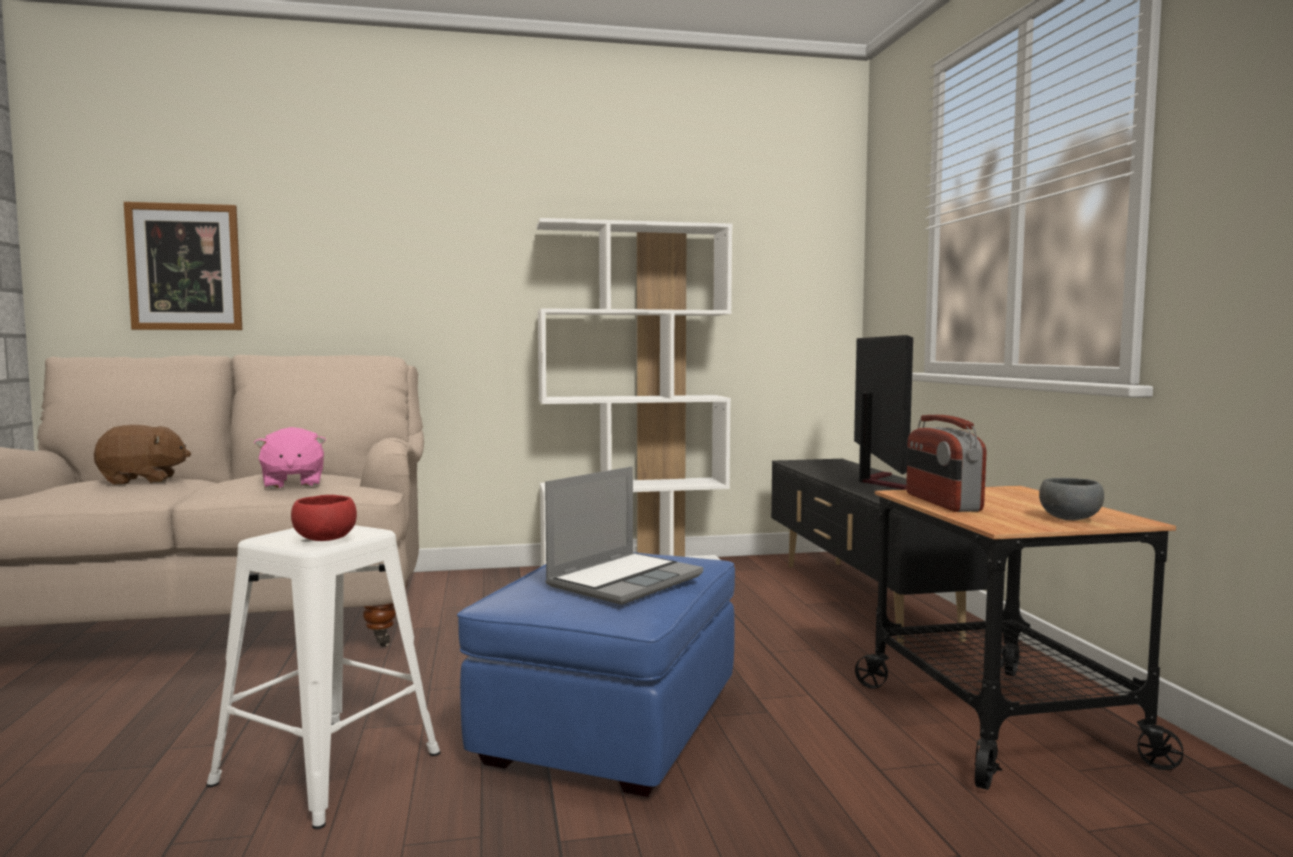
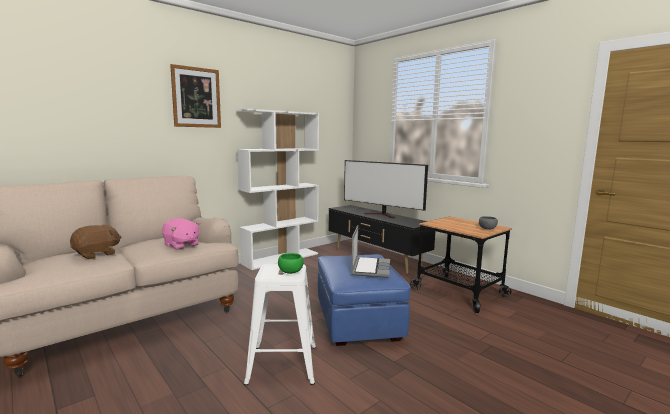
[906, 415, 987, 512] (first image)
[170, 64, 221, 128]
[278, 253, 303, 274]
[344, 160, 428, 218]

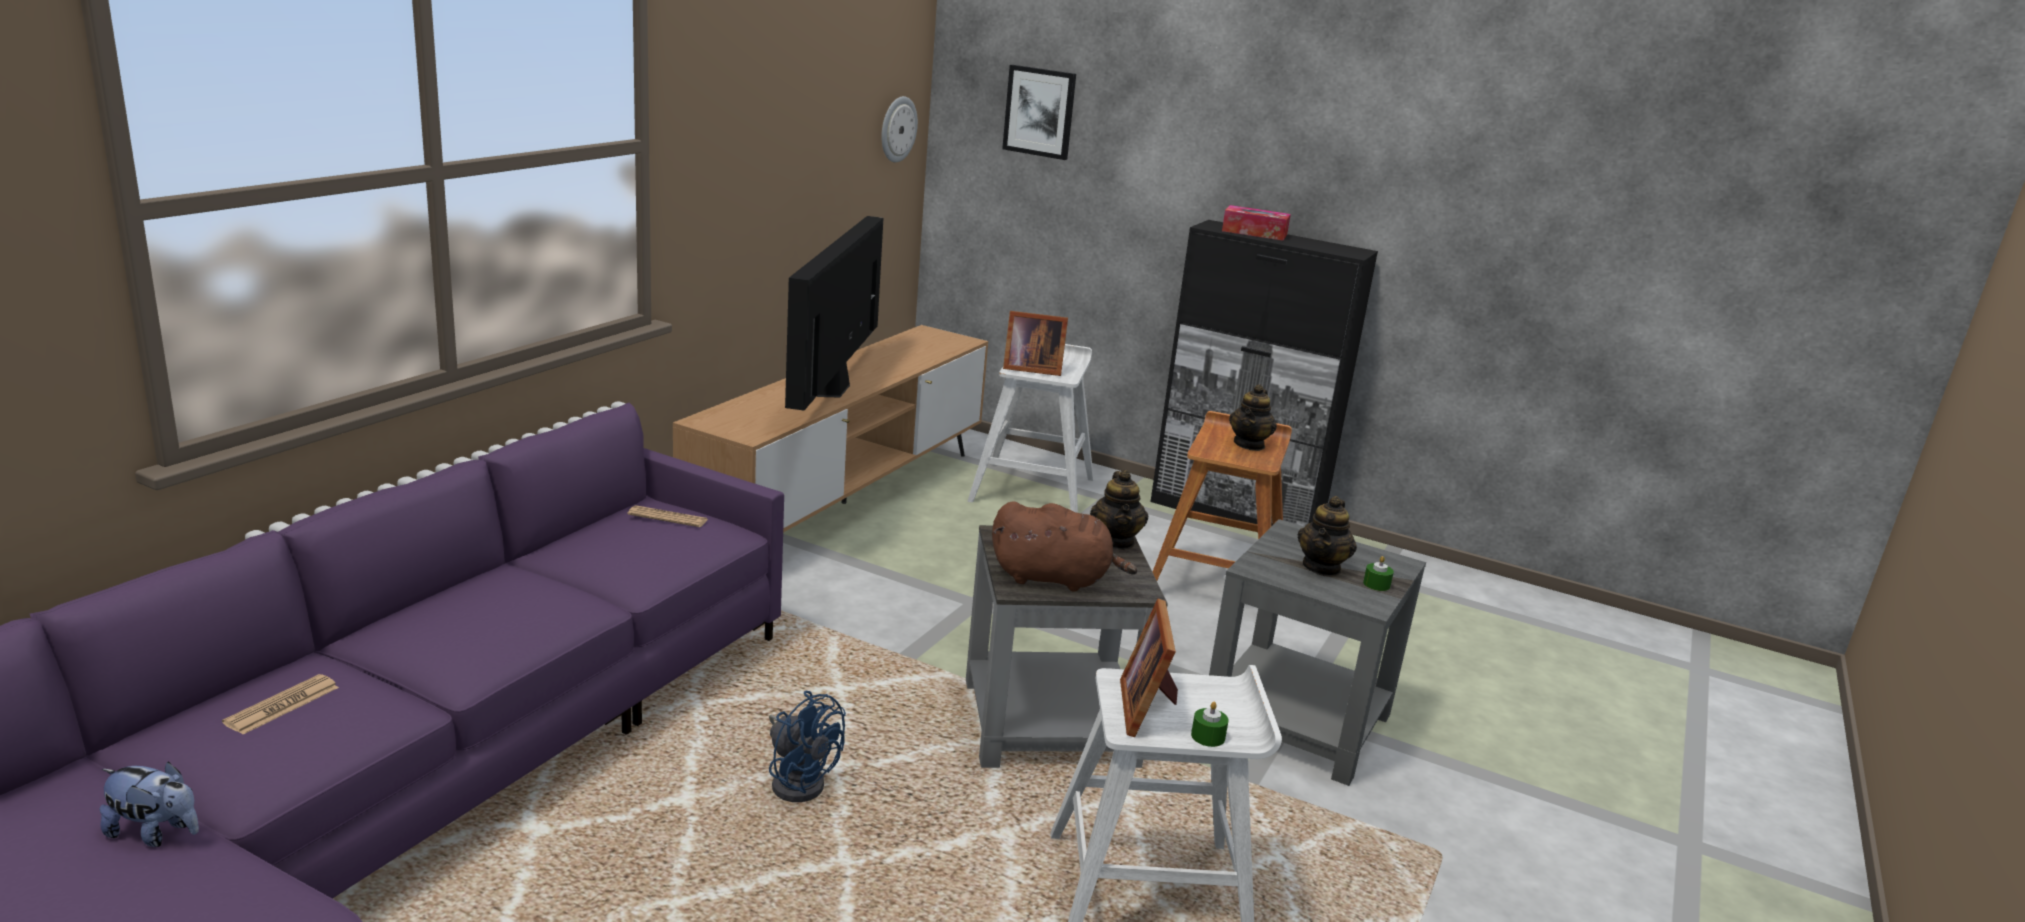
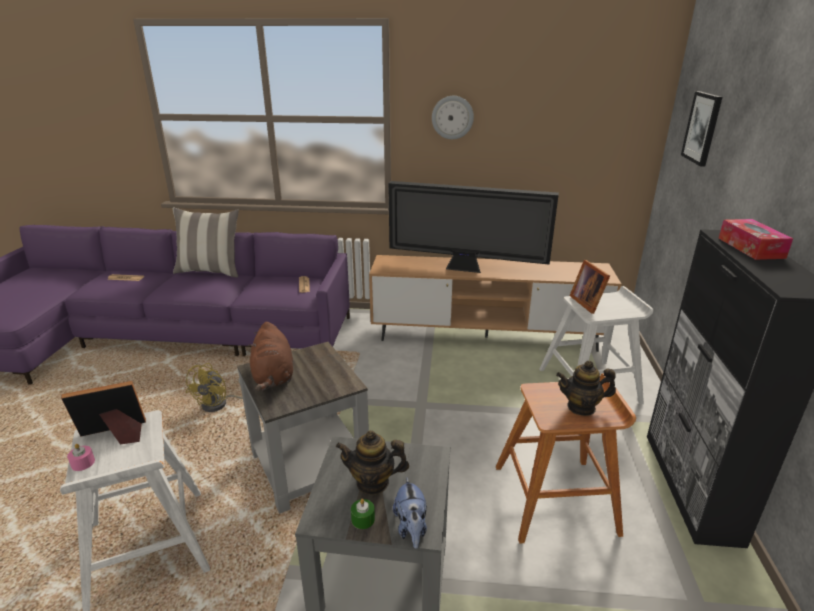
[1090, 470, 1148, 550] (first image)
[173, 208, 239, 278]
[393, 477, 427, 549]
[432, 96, 474, 139]
[186, 363, 243, 412]
[67, 444, 95, 471]
[388, 181, 559, 273]

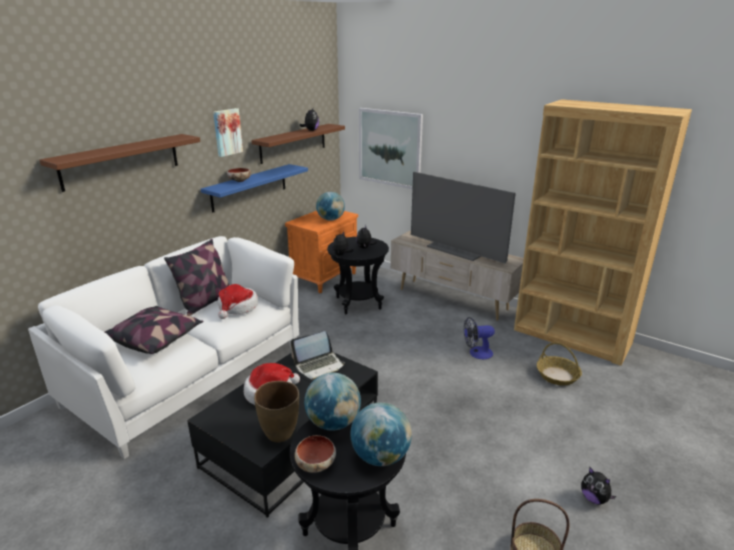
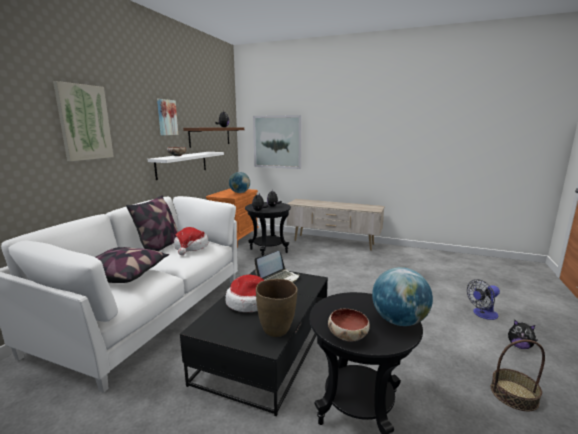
[304, 373, 361, 431] (first image)
[411, 172, 516, 264] (first image)
[514, 99, 692, 366] (first image)
[537, 342, 582, 386] (first image)
[467, 279, 500, 320]
[53, 81, 114, 162]
[148, 152, 224, 180]

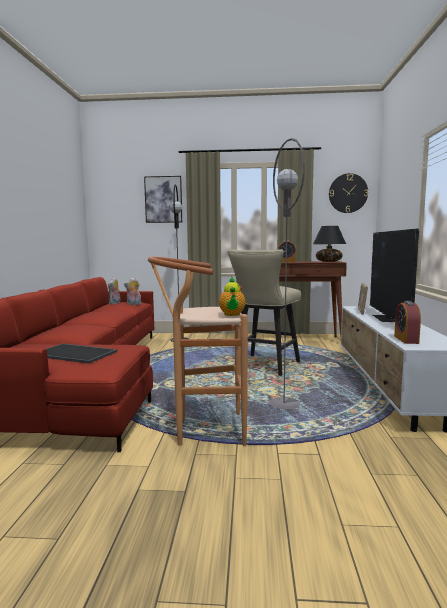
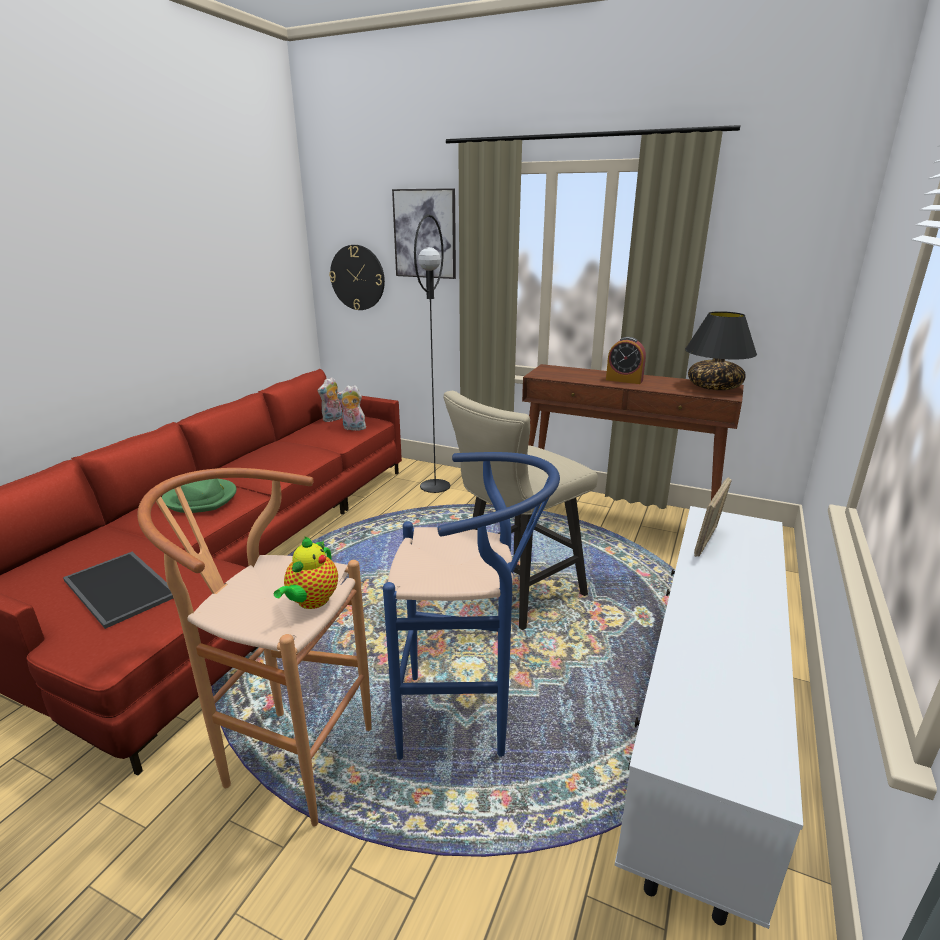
[370, 228, 419, 322] (first image)
[394, 301, 421, 344] (first image)
[162, 479, 237, 513]
[329, 245, 385, 310]
[383, 452, 560, 760]

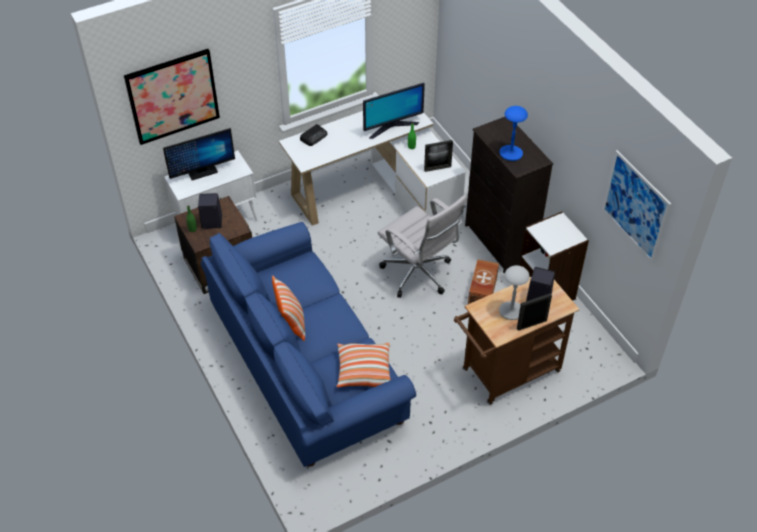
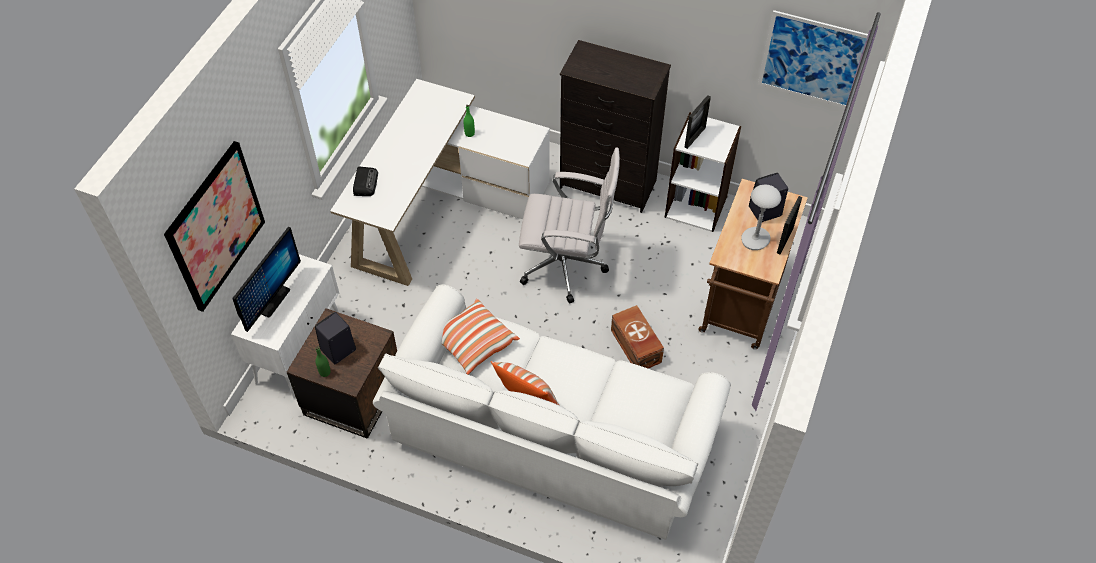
[363, 83, 425, 139] (first image)
[500, 106, 528, 161] (first image)
[442, 299, 520, 375]
[685, 95, 711, 149]
[611, 305, 664, 368]
[373, 284, 731, 540]

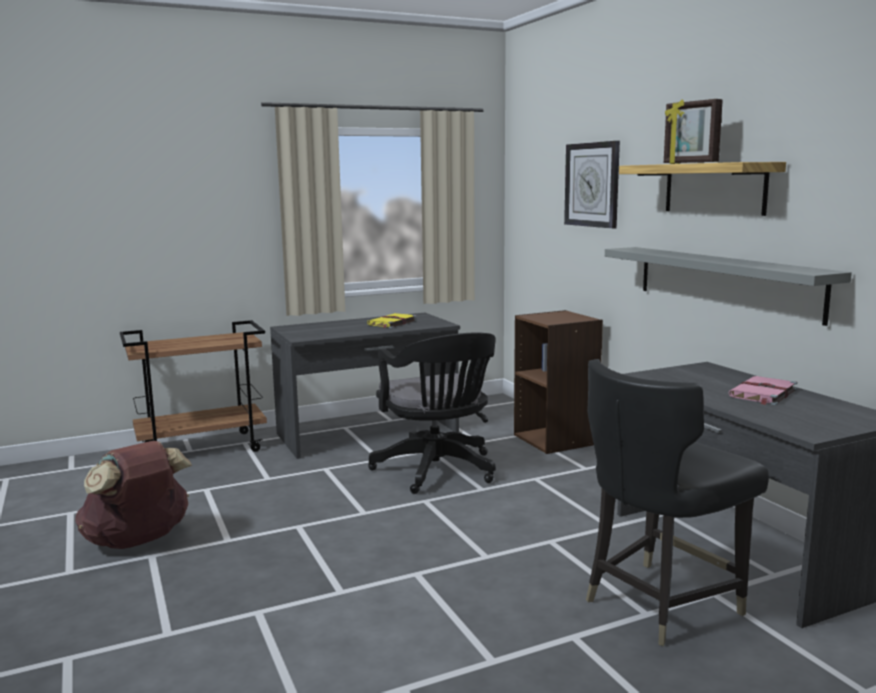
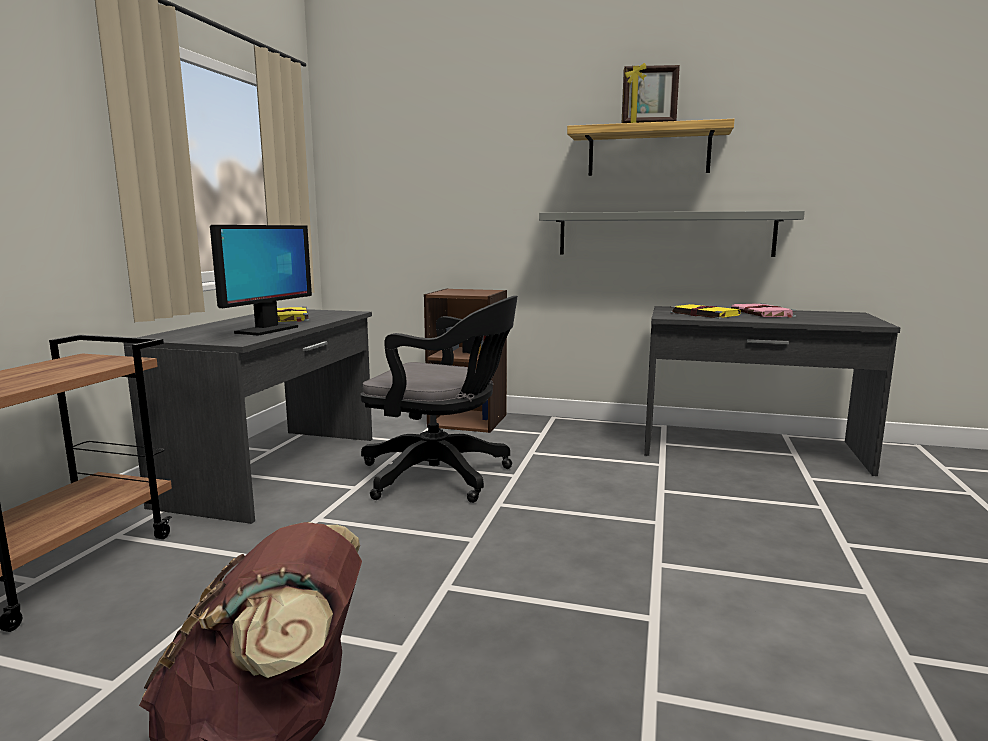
[564, 141, 620, 229] (first image)
[586, 359, 769, 646] (first image)
[210, 225, 312, 336]
[670, 304, 741, 319]

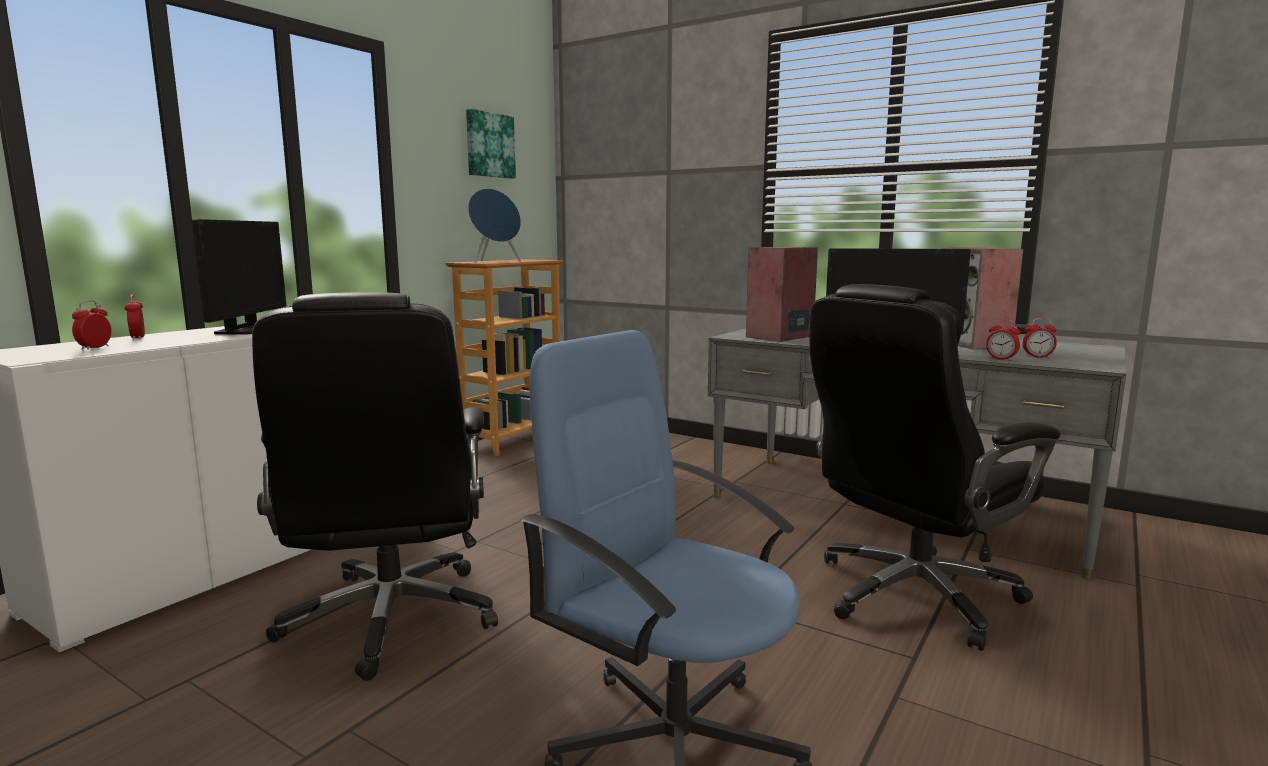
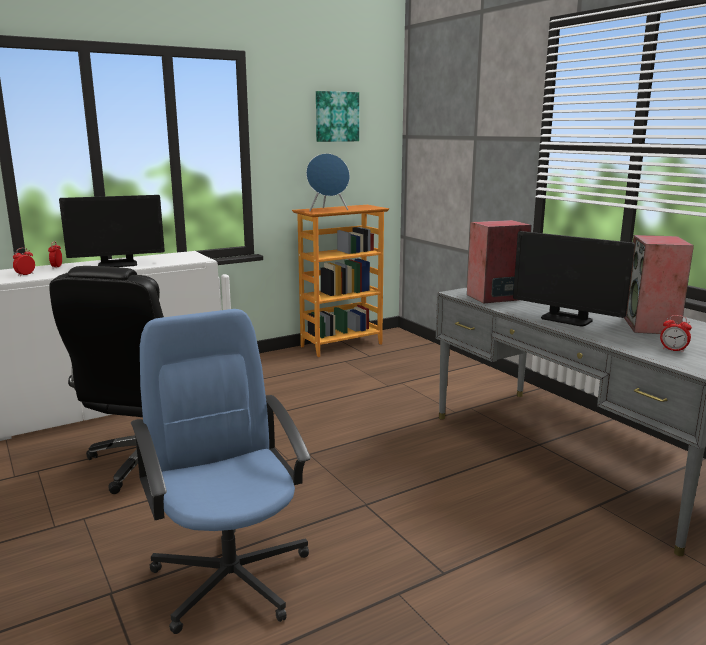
[809, 284, 1061, 651] (first image)
[986, 319, 1020, 361] (first image)
[59, 195, 165, 267]

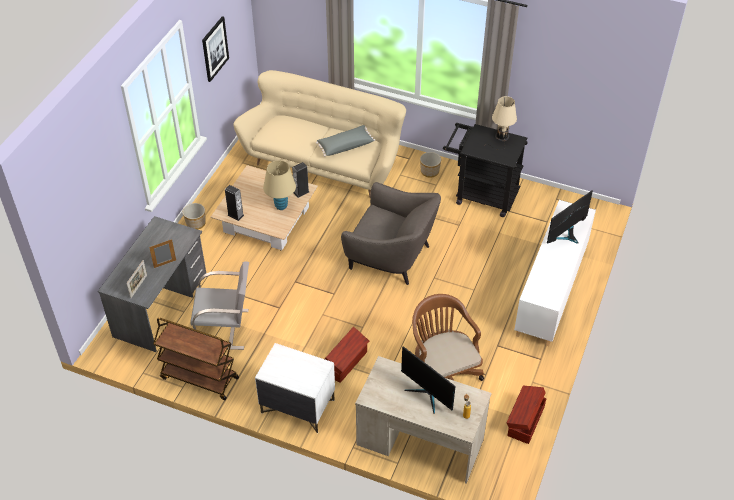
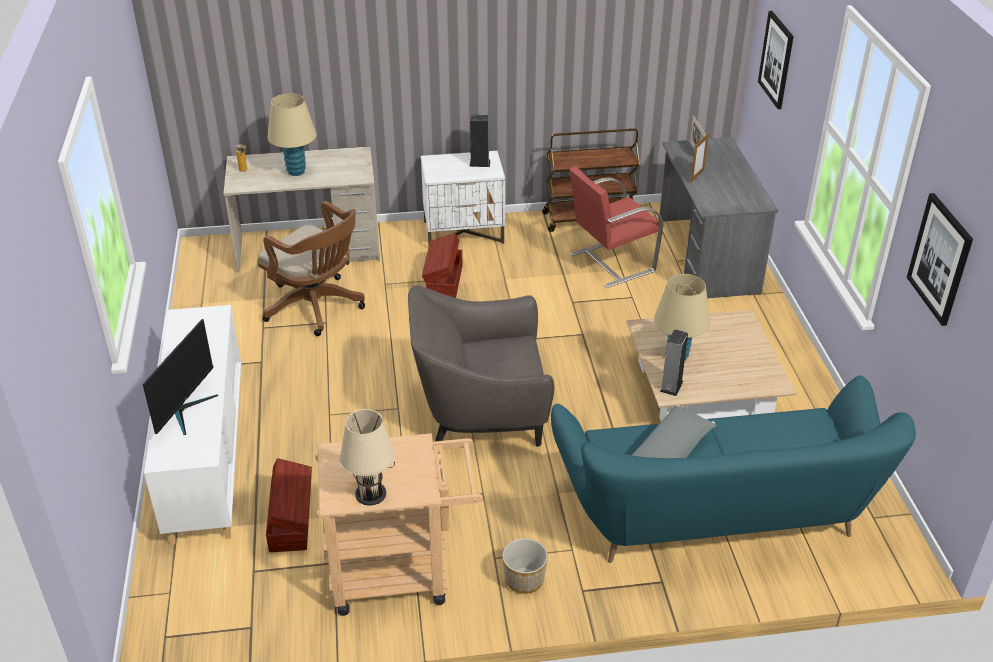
[183, 203, 206, 229] (first image)
[758, 11, 794, 109]
[469, 115, 491, 167]
[266, 458, 312, 552]
[268, 93, 316, 176]
[569, 166, 663, 288]
[551, 375, 916, 563]
[315, 433, 482, 616]

